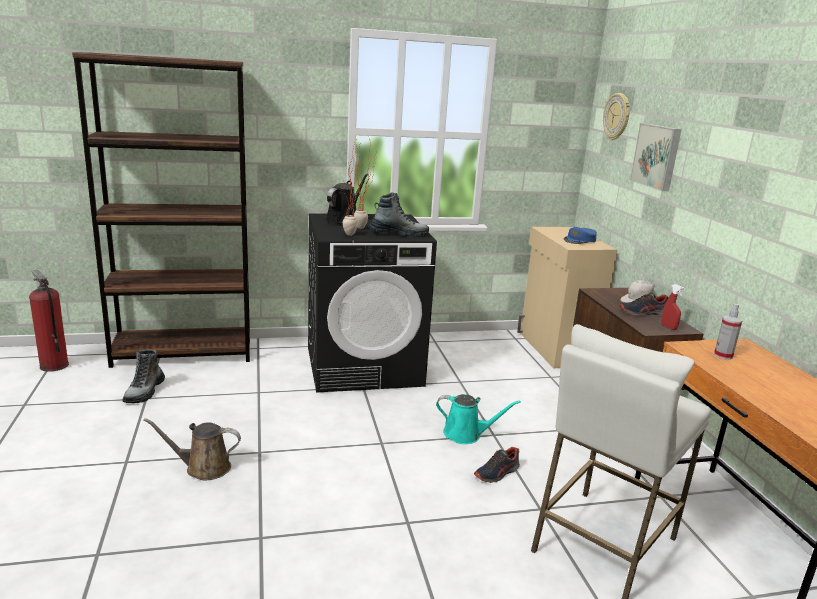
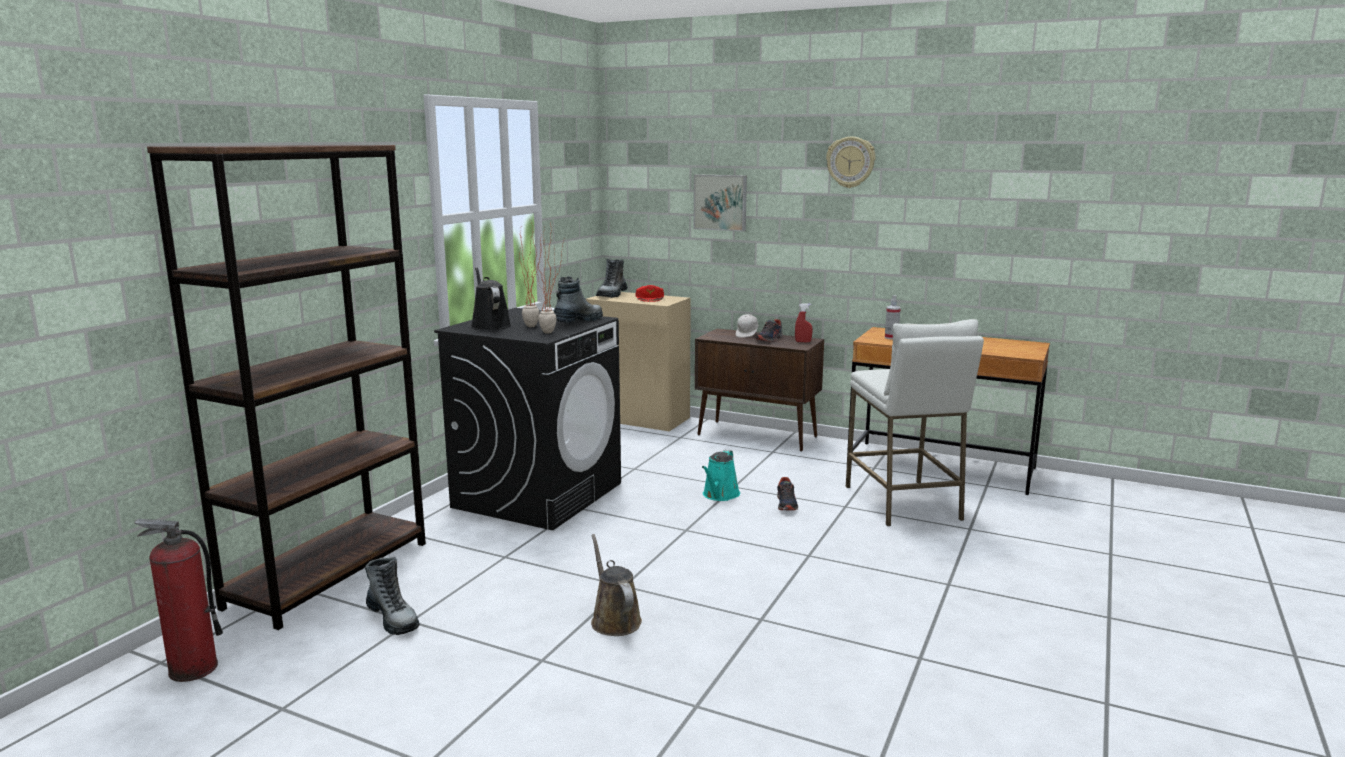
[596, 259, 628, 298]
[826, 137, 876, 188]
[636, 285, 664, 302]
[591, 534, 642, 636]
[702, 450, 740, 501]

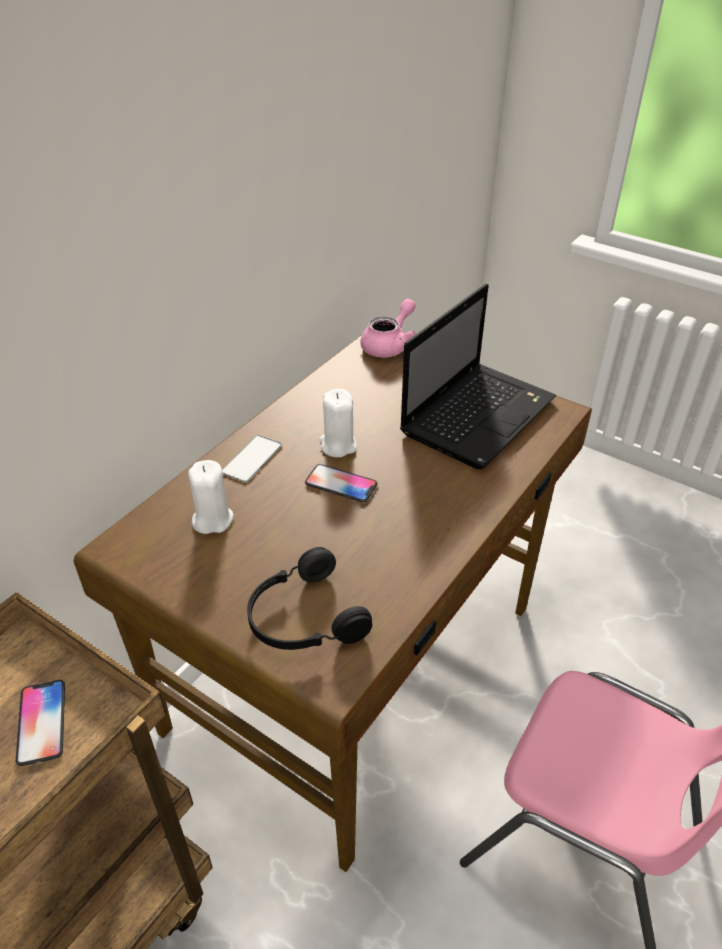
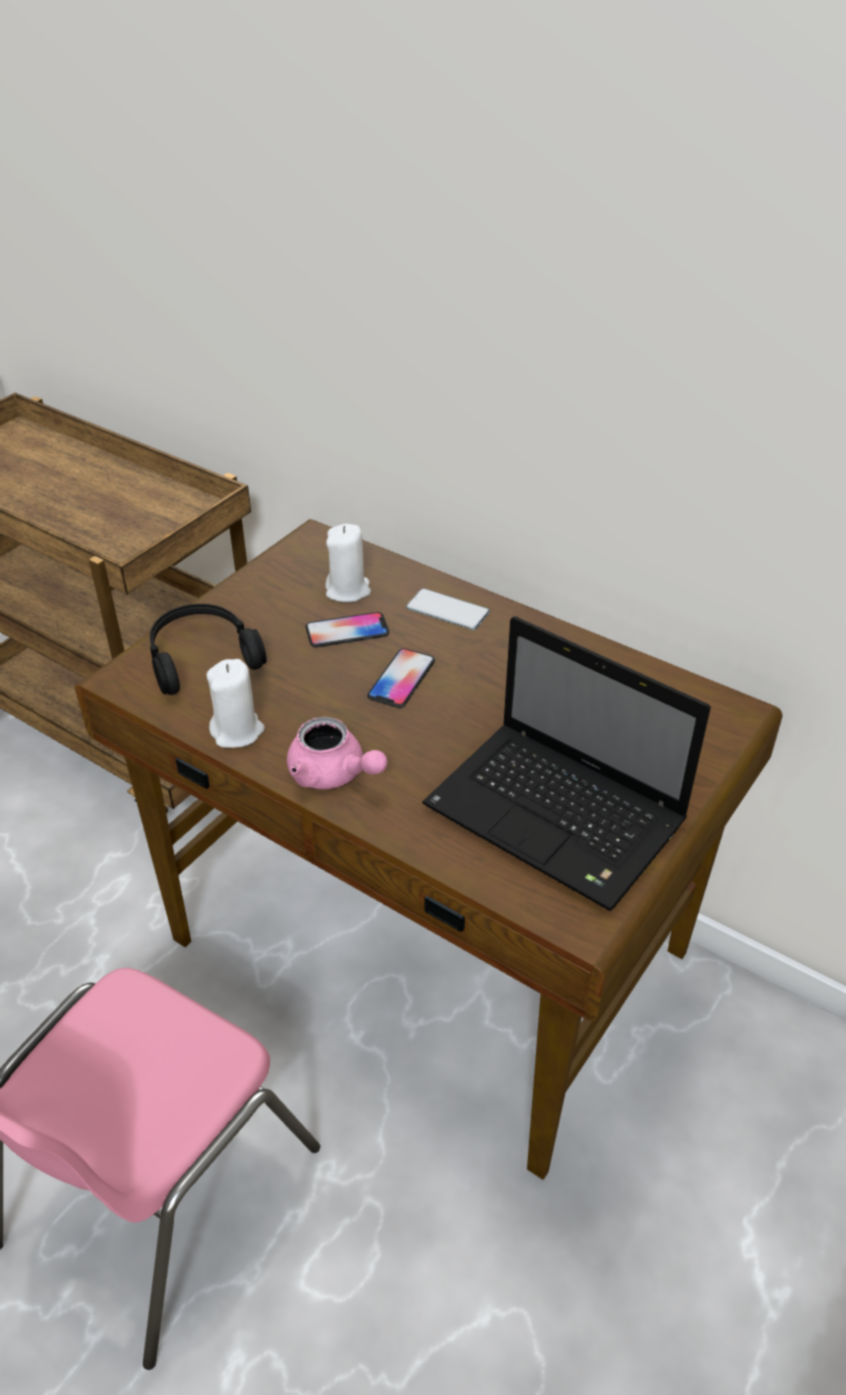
[305, 612, 389, 647]
[207, 659, 265, 748]
[287, 717, 388, 789]

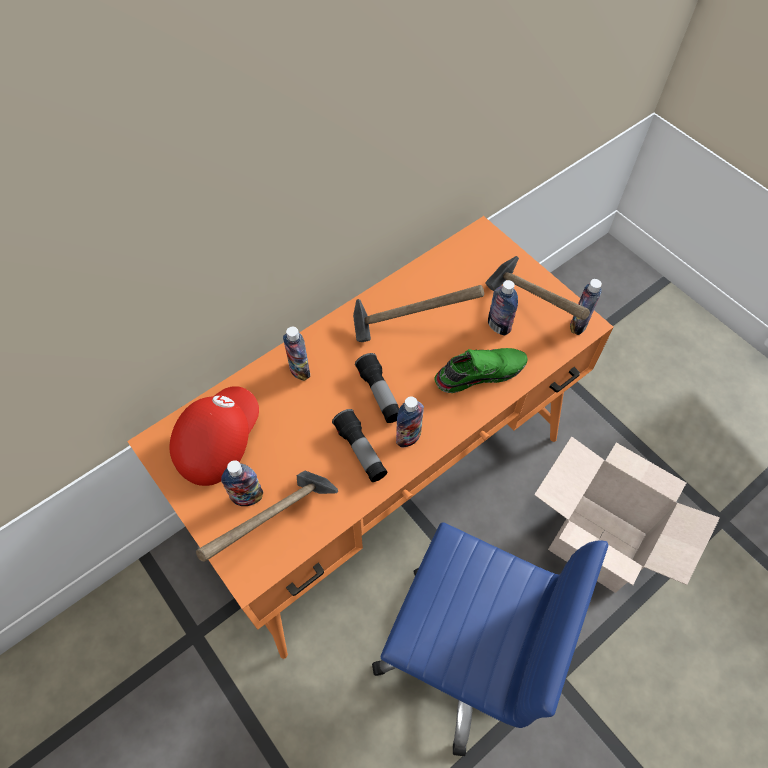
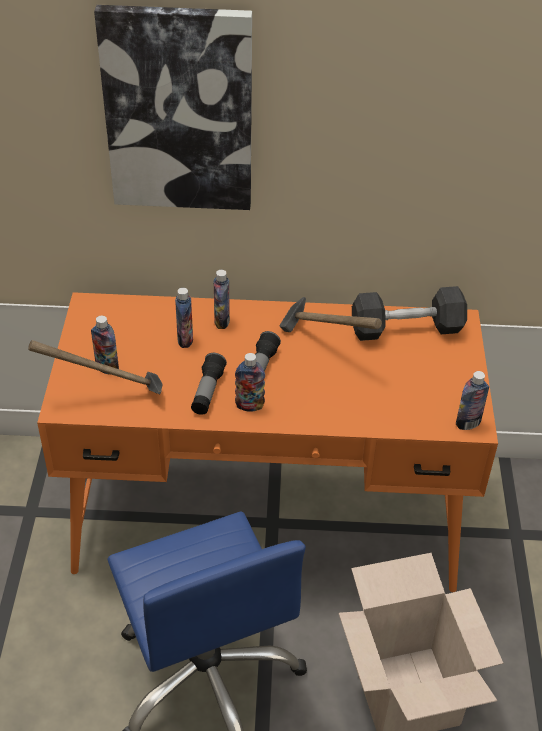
[169, 386, 259, 486] (first image)
[434, 348, 528, 393] (first image)
[486, 256, 590, 320] (first image)
[94, 5, 252, 210]
[352, 286, 467, 341]
[175, 288, 193, 348]

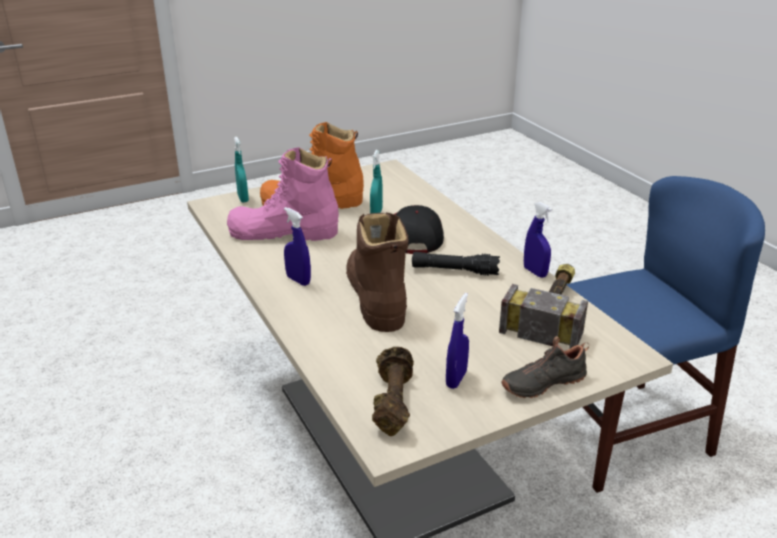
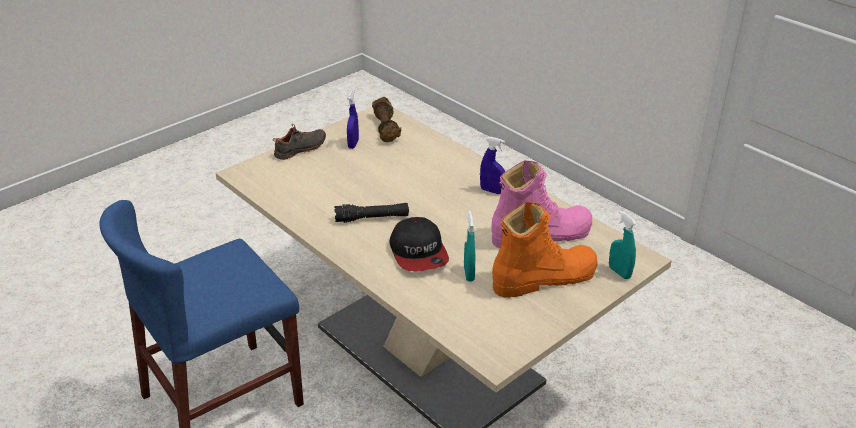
[346, 212, 409, 332] (first image)
[499, 264, 588, 349] (first image)
[524, 202, 553, 278] (first image)

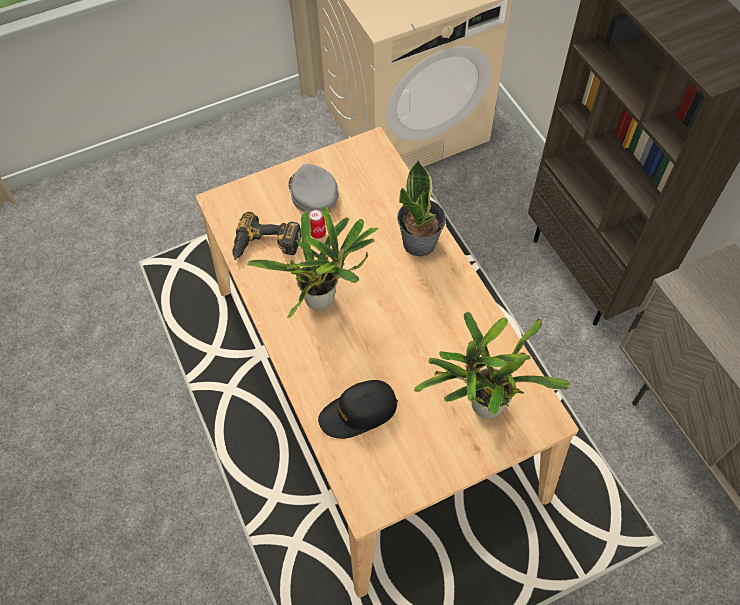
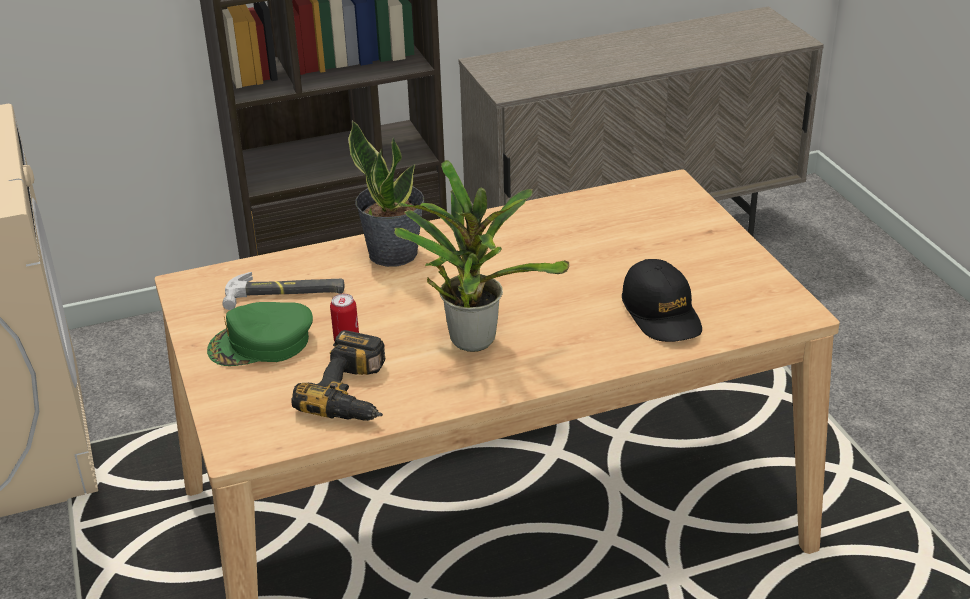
[414, 311, 571, 419] (first image)
[222, 272, 345, 310]
[207, 302, 313, 366]

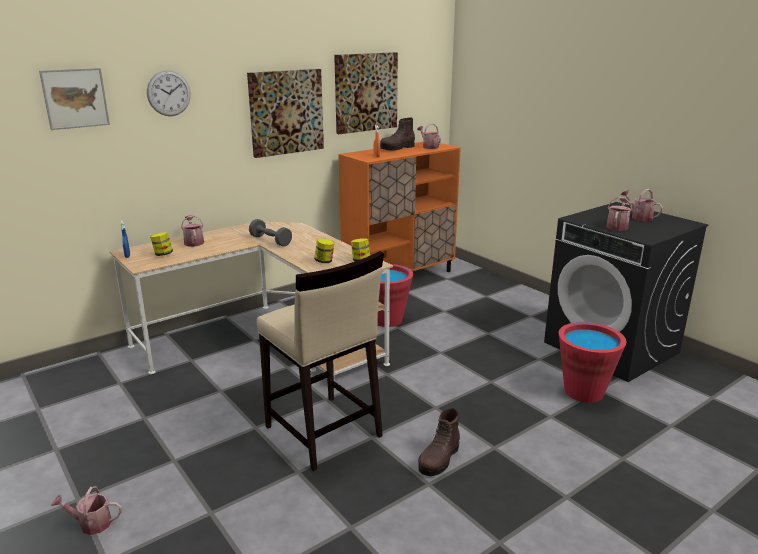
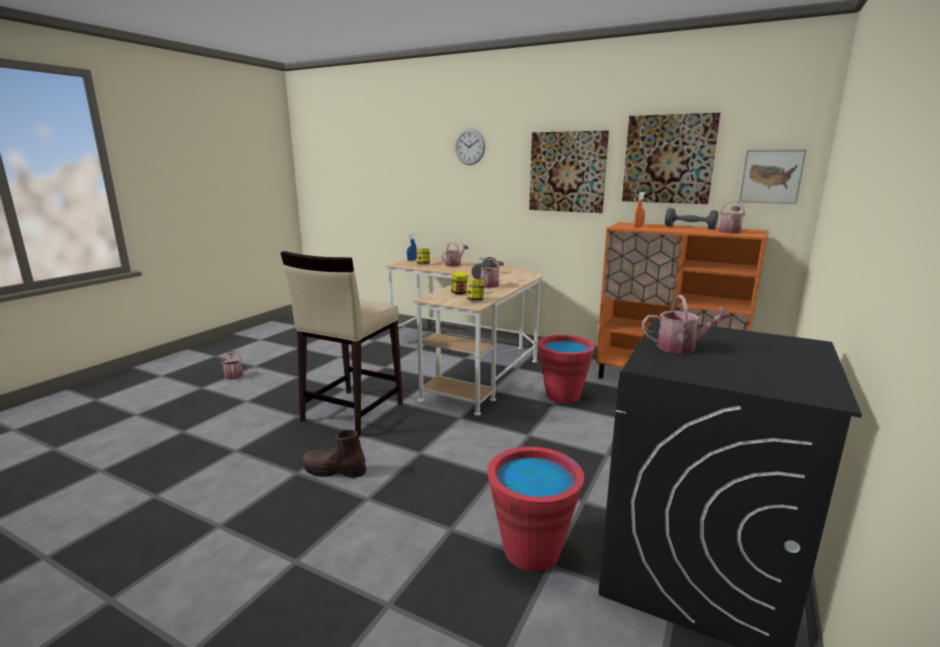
[739, 149, 807, 204]
[481, 259, 504, 288]
[665, 208, 718, 229]

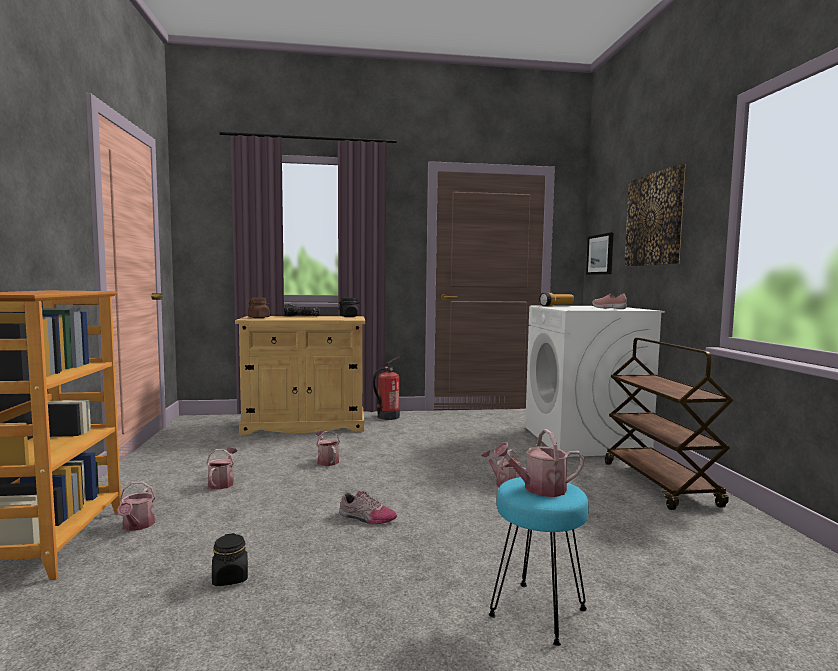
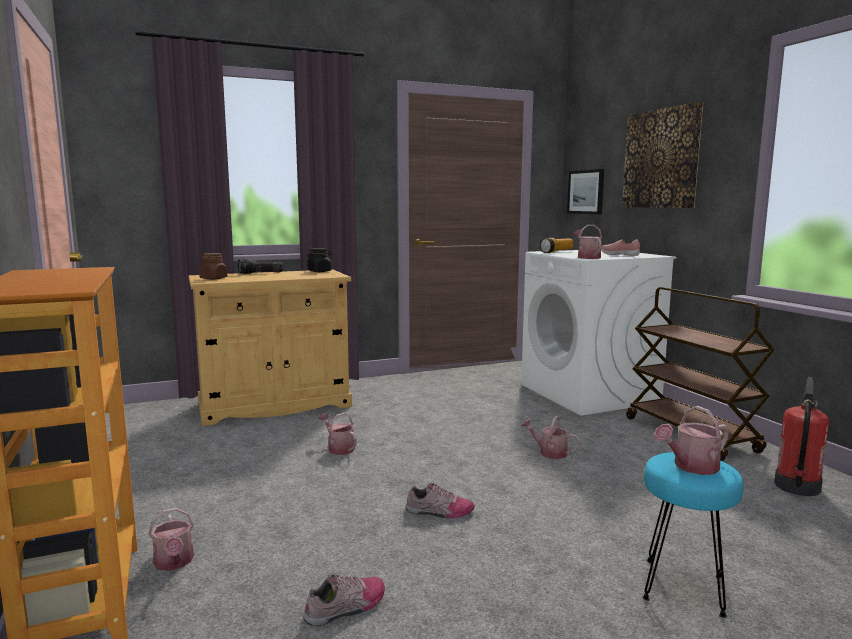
[574, 225, 602, 259]
[774, 377, 829, 496]
[303, 573, 385, 627]

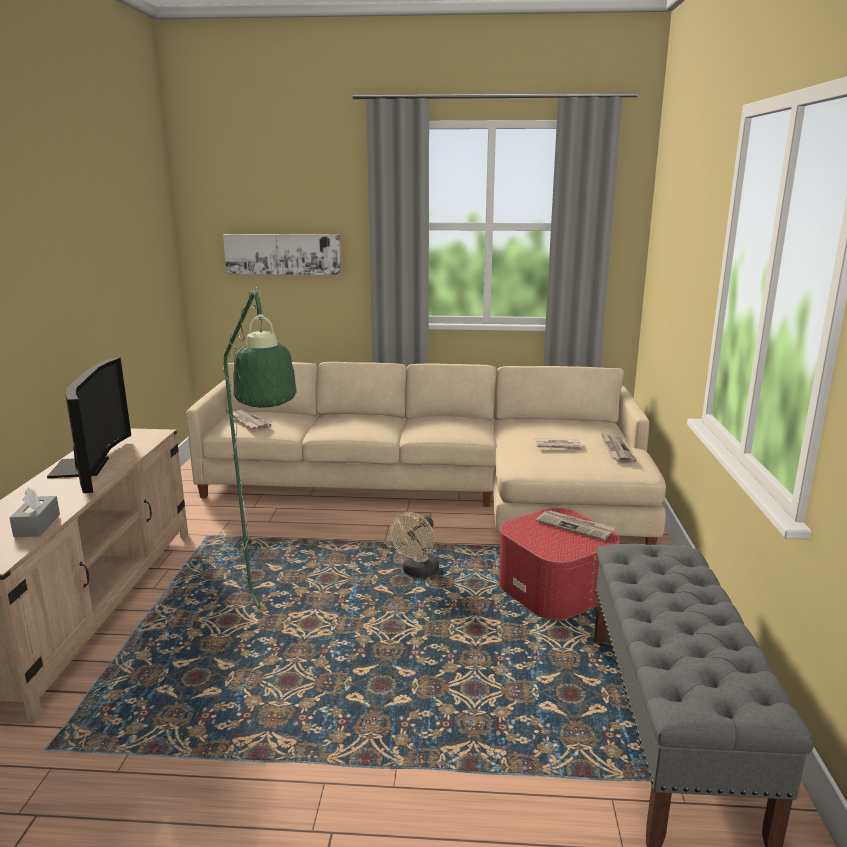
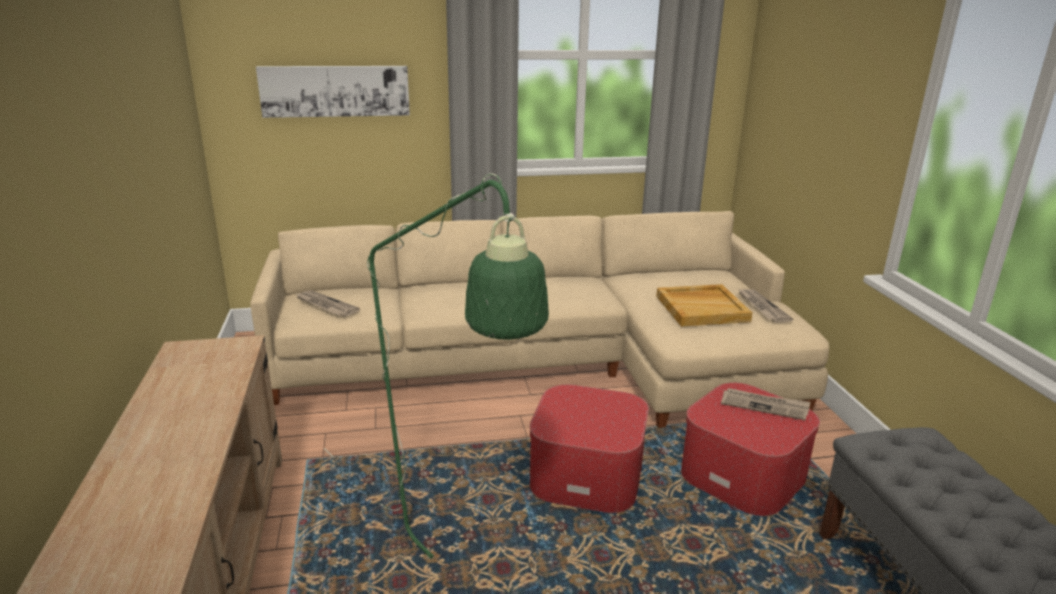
[10, 487, 60, 537] (first image)
[47, 358, 131, 493] (first image)
[530, 384, 649, 513]
[656, 284, 752, 326]

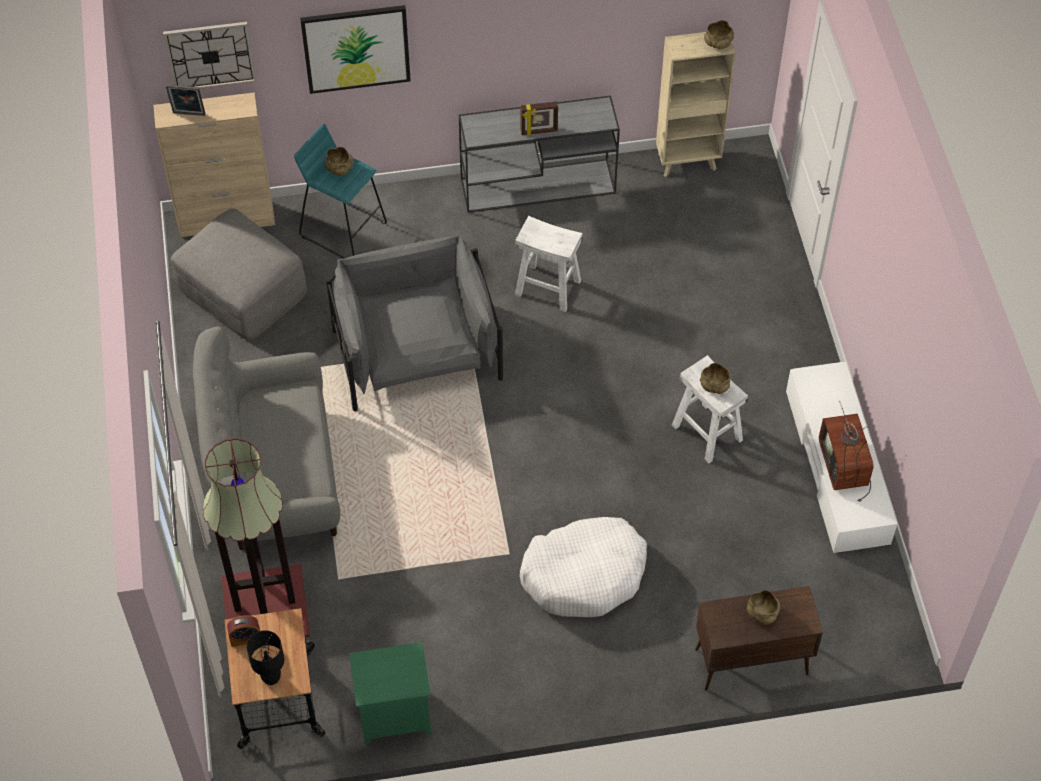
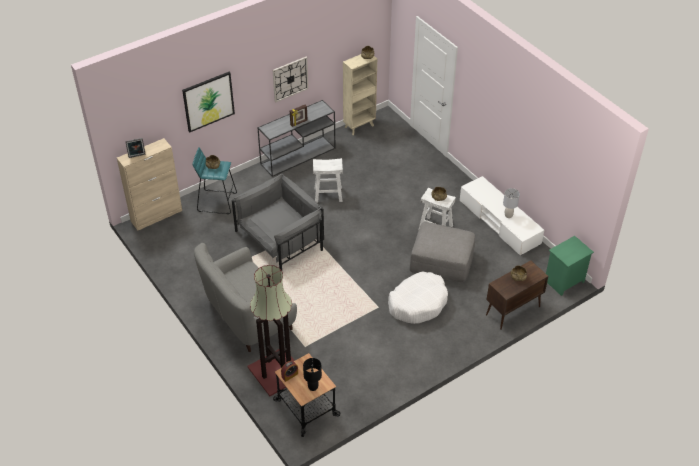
[273, 57, 308, 103]
[410, 222, 475, 283]
[546, 236, 594, 296]
[503, 188, 520, 218]
[232, 174, 324, 270]

